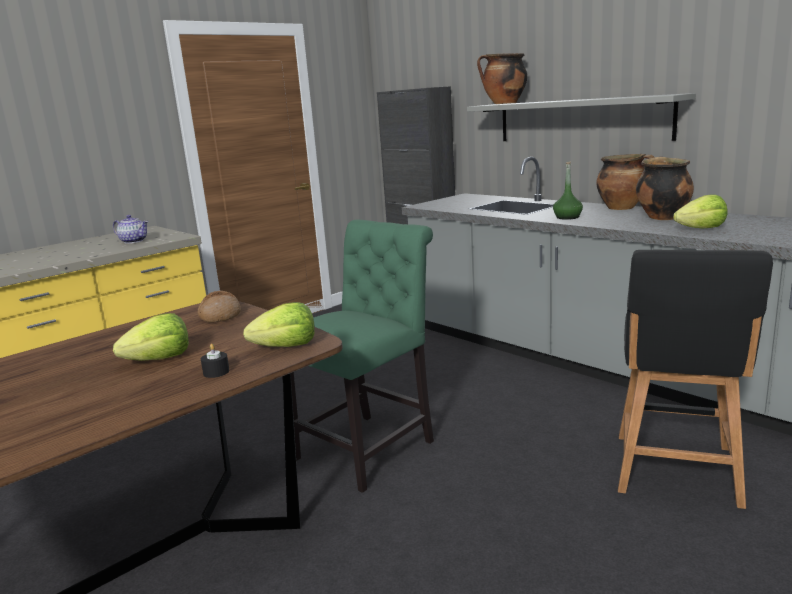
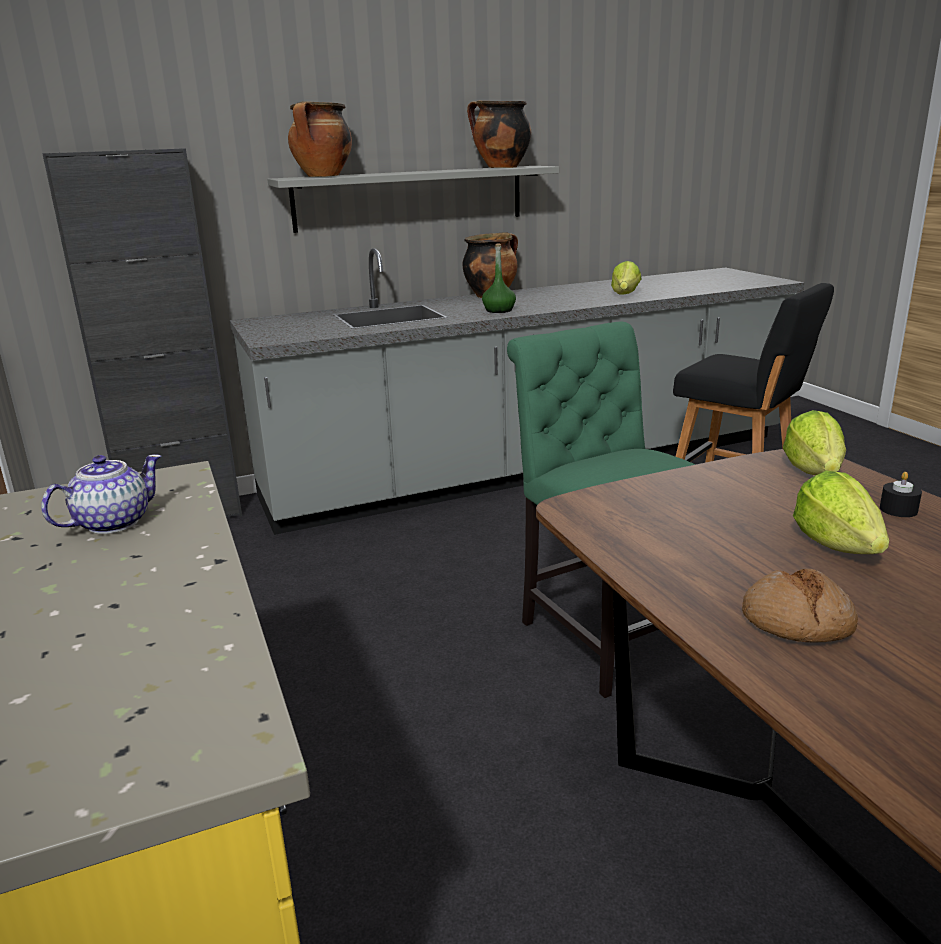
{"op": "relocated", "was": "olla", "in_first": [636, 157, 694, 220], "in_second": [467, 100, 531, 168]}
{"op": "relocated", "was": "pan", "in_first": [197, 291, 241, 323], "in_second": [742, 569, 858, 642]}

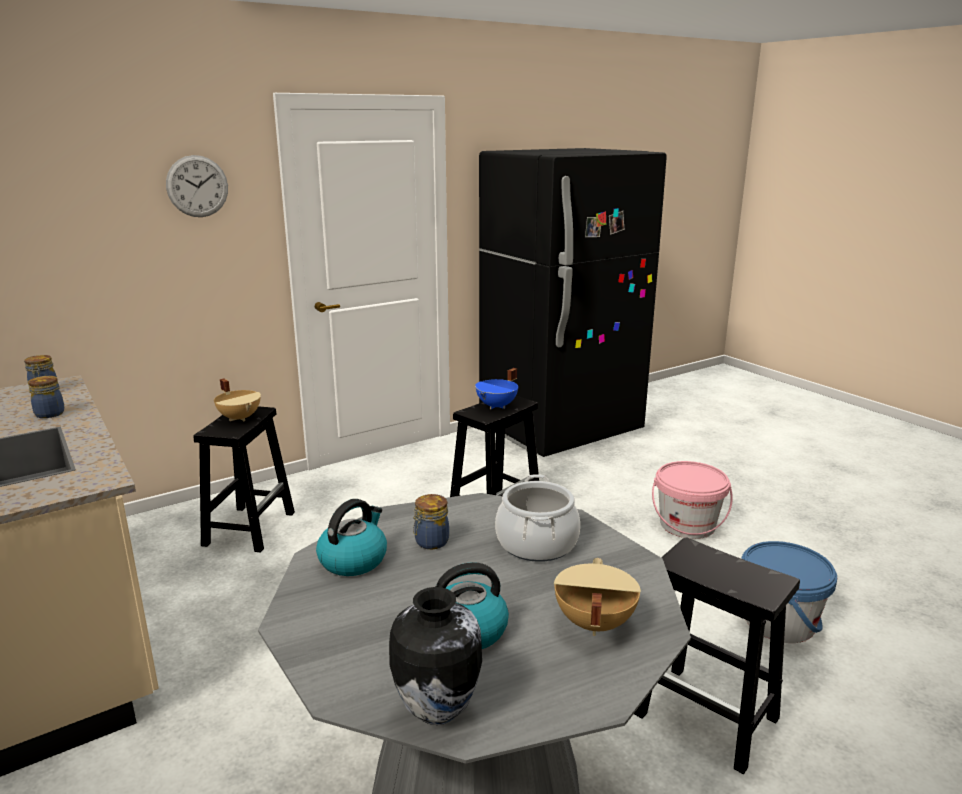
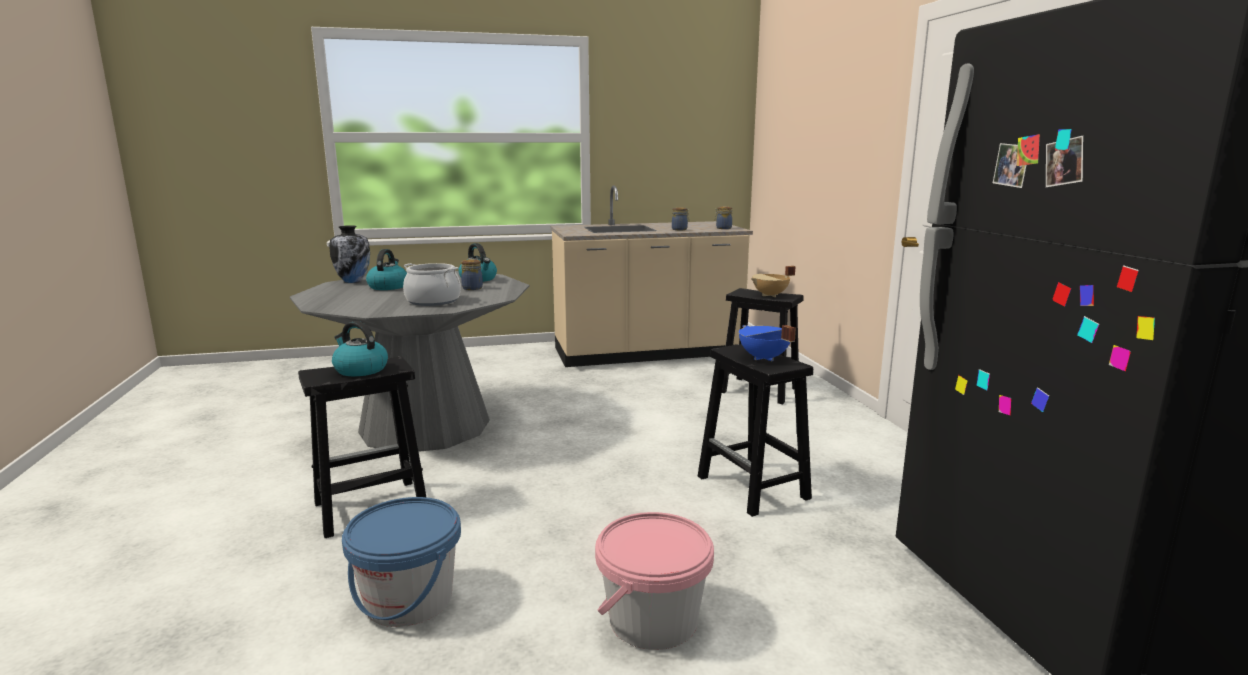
{"op": "appeared", "now": "hervidor", "in_second": [332, 321, 388, 376]}
{"op": "missing", "was": "reloj de pared", "in_first": [166, 155, 228, 217]}
{"op": "missing", "was": "olla/beis", "in_first": [554, 558, 641, 636]}

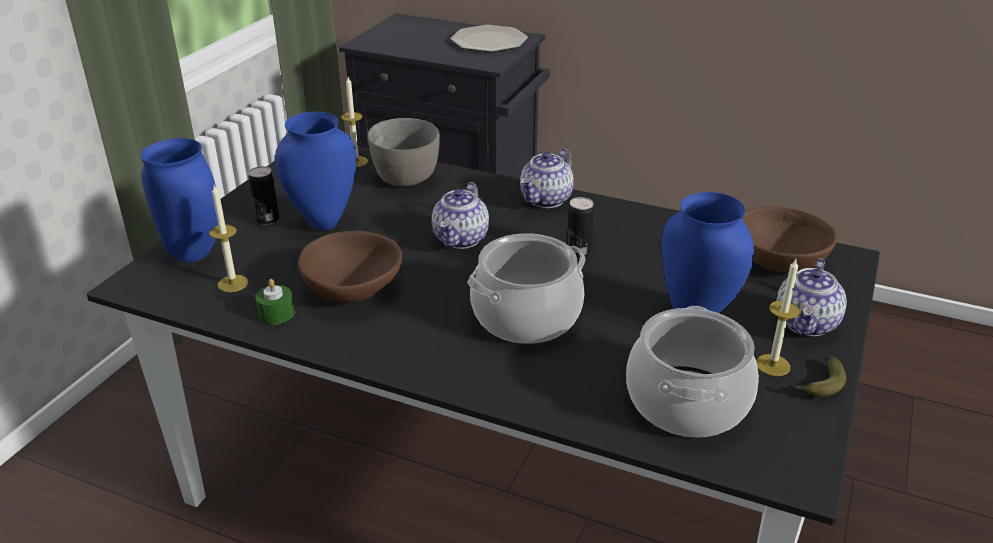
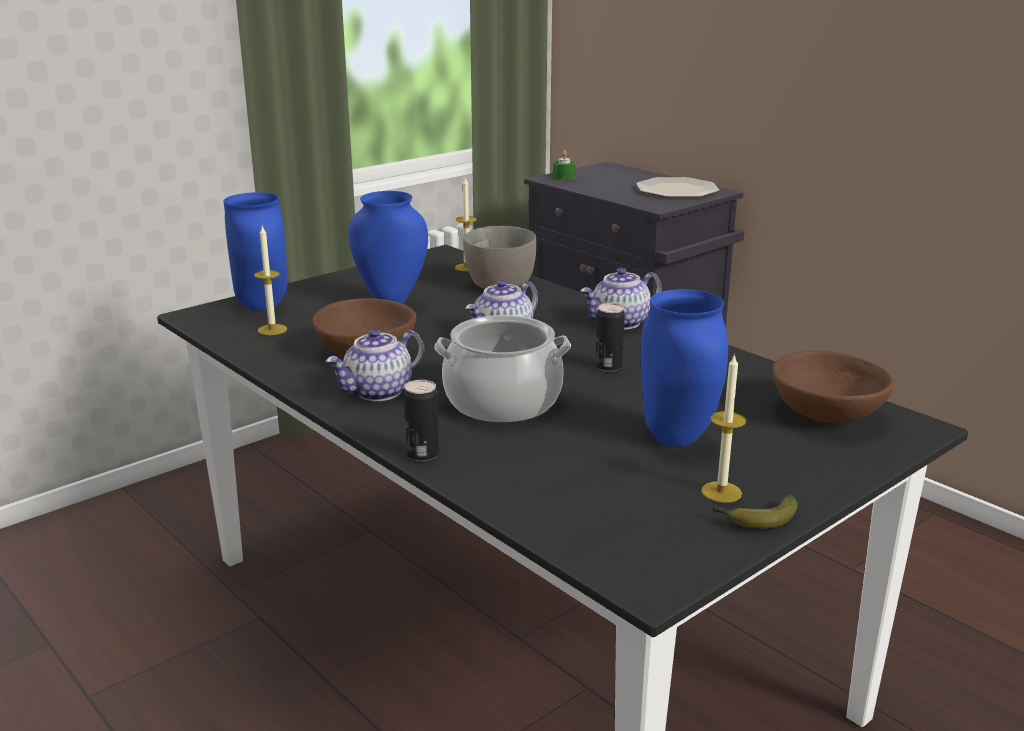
{"op": "relocated", "was": "tetera", "in_first": [776, 258, 847, 336], "in_second": [326, 329, 424, 401]}
{"op": "relocated", "was": "lata", "in_first": [248, 166, 279, 225], "in_second": [404, 380, 439, 461]}
{"op": "relocated", "was": "vela/verde", "in_first": [255, 279, 294, 325], "in_second": [553, 150, 576, 180]}
{"op": "missing", "was": "olla", "in_first": [626, 306, 759, 437]}

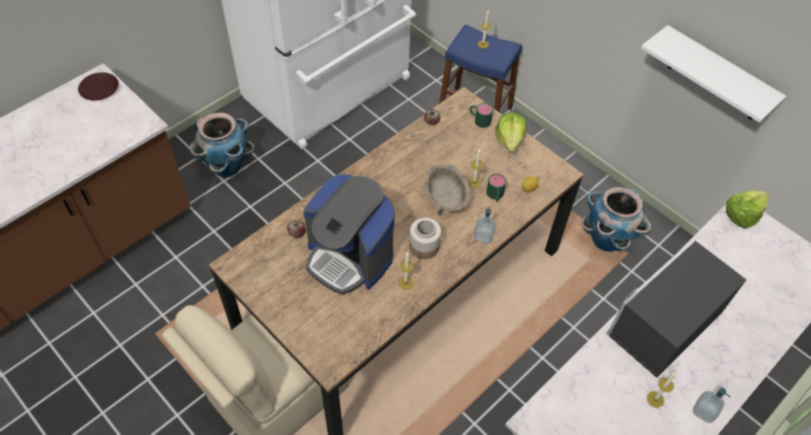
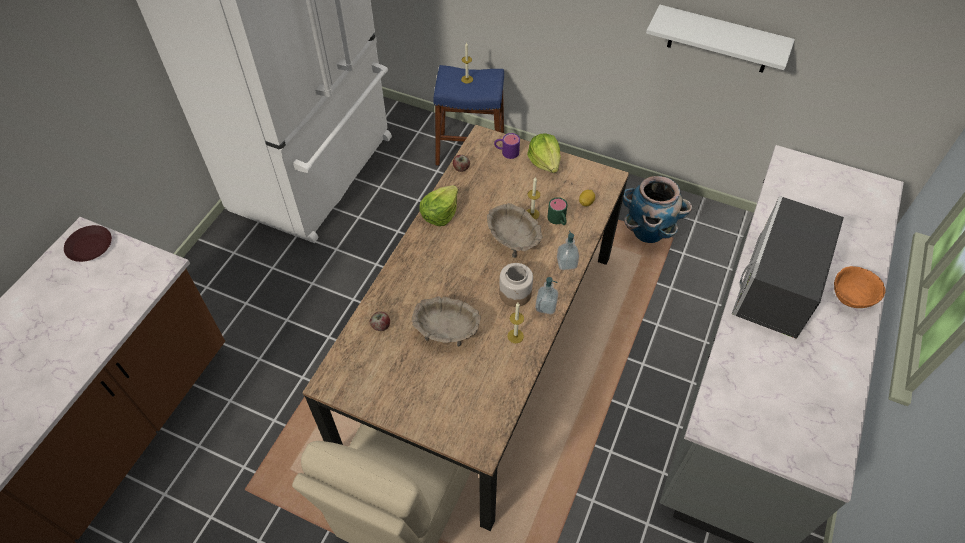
{"op": "exchanged", "was": "cafetera", "now": "cuenco/beis", "in_first": [303, 174, 395, 295], "in_second": [412, 296, 481, 347]}
{"op": "relocated", "was": "lechuga", "in_first": [726, 190, 769, 228], "in_second": [420, 185, 458, 226]}
{"op": "colour", "was": "taza grande/verde", "now": "taza grande/morado", "in_first": [470, 103, 493, 128], "in_second": [494, 133, 520, 159]}
{"op": "relocated", "was": "dispensador de jabón", "in_first": [693, 388, 730, 423], "in_second": [535, 277, 558, 314]}
{"op": "appeared", "now": "cuenco/naranja", "in_second": [834, 266, 886, 308]}
{"op": "missing", "was": "maceta", "in_first": [190, 112, 254, 177]}
{"op": "missing", "was": "vela", "in_first": [647, 372, 676, 408]}

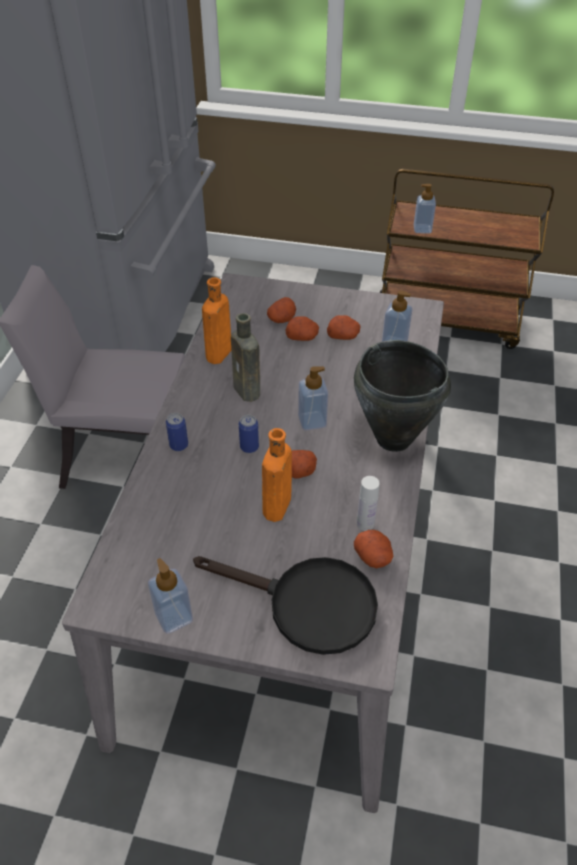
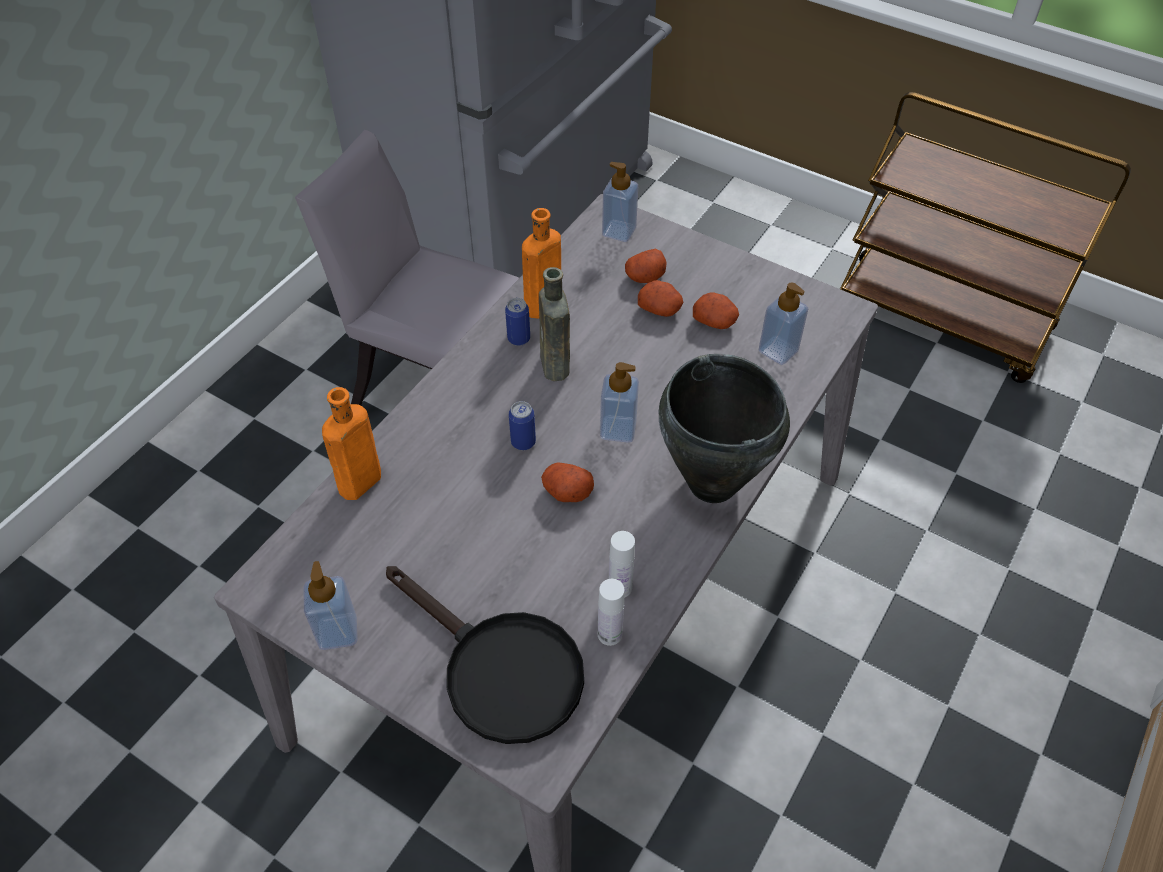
{"op": "relocated", "was": "botella/naranja", "in_first": [262, 428, 292, 522], "in_second": [322, 387, 381, 500]}
{"op": "relocated", "was": "lata", "in_first": [166, 413, 188, 451], "in_second": [505, 298, 530, 346]}
{"op": "exchanged", "was": "patata", "now": "botella/blanco", "in_first": [354, 530, 393, 568], "in_second": [598, 579, 624, 646]}
{"op": "relocated", "was": "dispensador de jabón", "in_first": [414, 184, 436, 234], "in_second": [602, 162, 638, 242]}

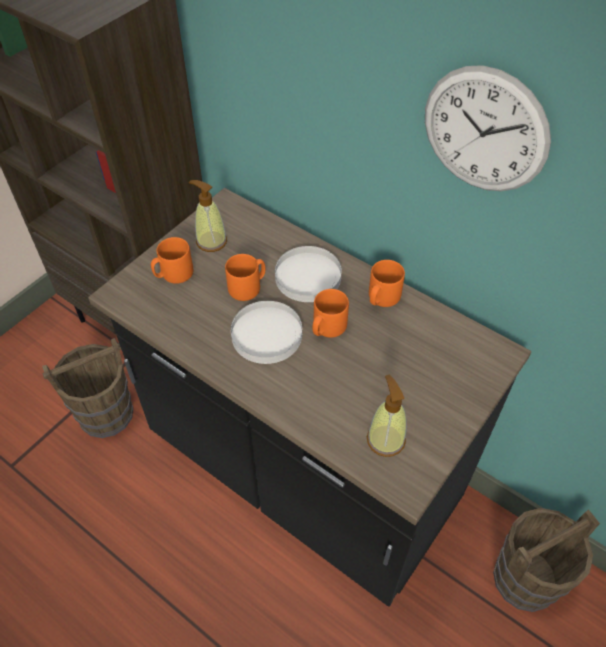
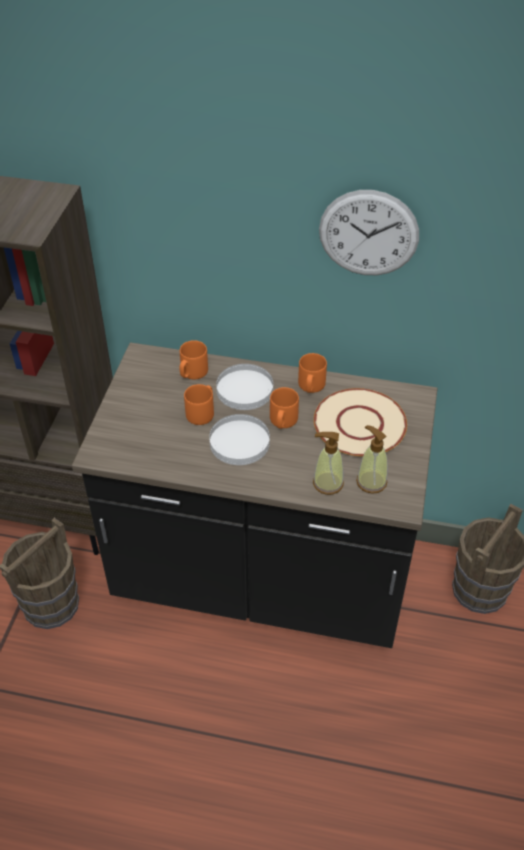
{"op": "relocated", "was": "taza grande/naranja", "in_first": [151, 237, 193, 284], "in_second": [180, 340, 208, 380]}
{"op": "relocated", "was": "dispensador de jabón", "in_first": [189, 180, 227, 252], "in_second": [313, 432, 344, 495]}
{"op": "appeared", "now": "plato/beis", "in_second": [314, 388, 407, 456]}

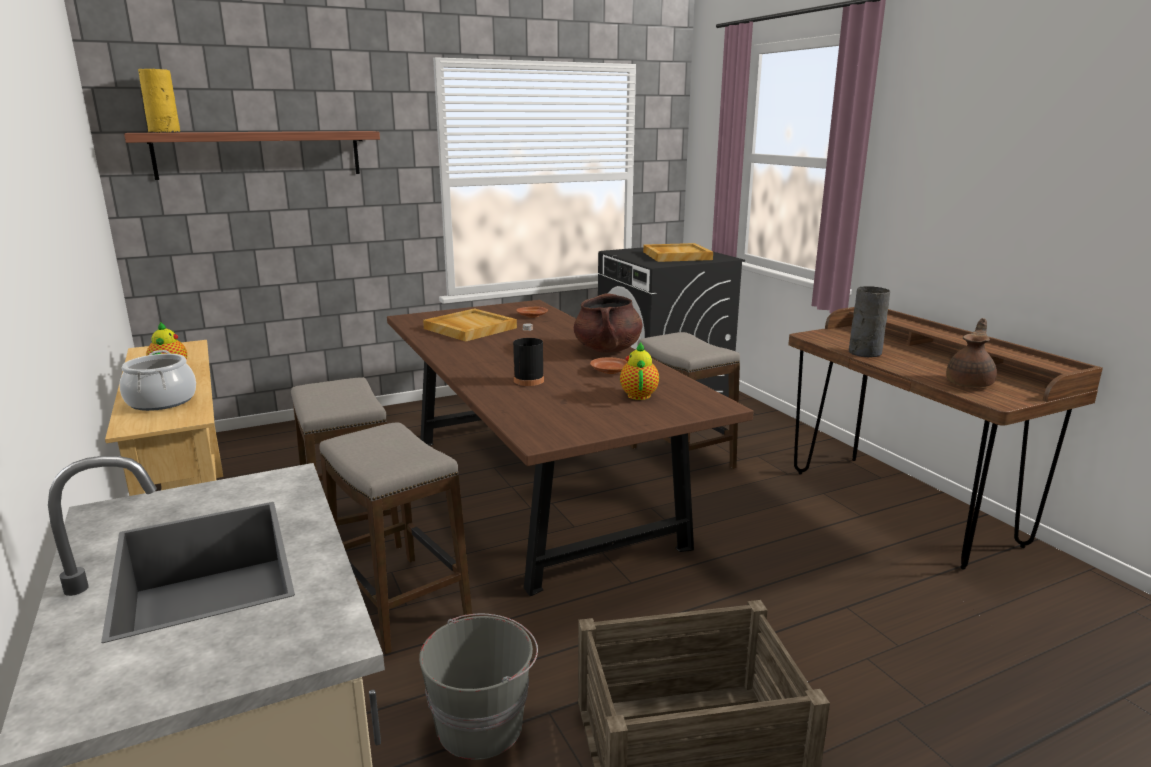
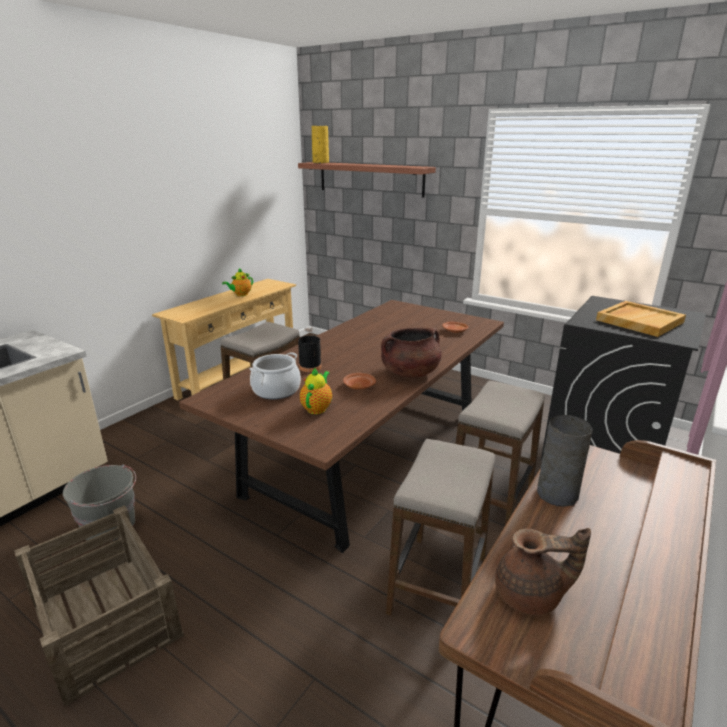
{"op": "relocated", "was": "olla", "in_first": [119, 350, 196, 411], "in_second": [250, 352, 301, 399]}
{"op": "spun", "was": "tetera", "in_first": [620, 342, 659, 400], "in_second": [300, 367, 332, 414], "clockwise": -45}
{"op": "relocated", "was": "taburete", "in_first": [319, 422, 472, 654], "in_second": [386, 439, 495, 616]}
{"op": "missing", "was": "bandeja/beis", "in_first": [423, 308, 517, 342]}

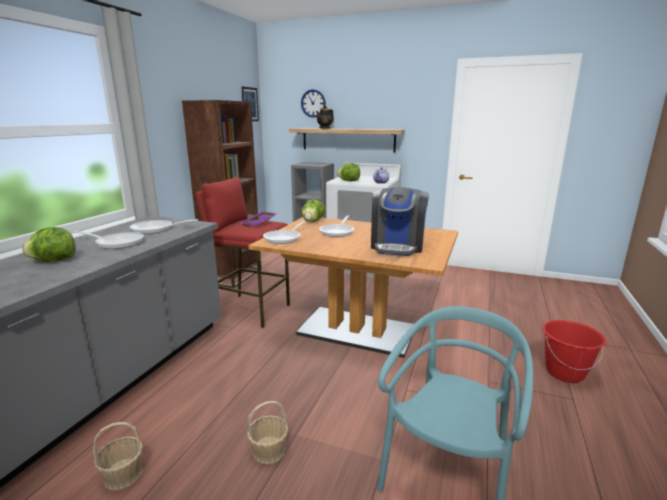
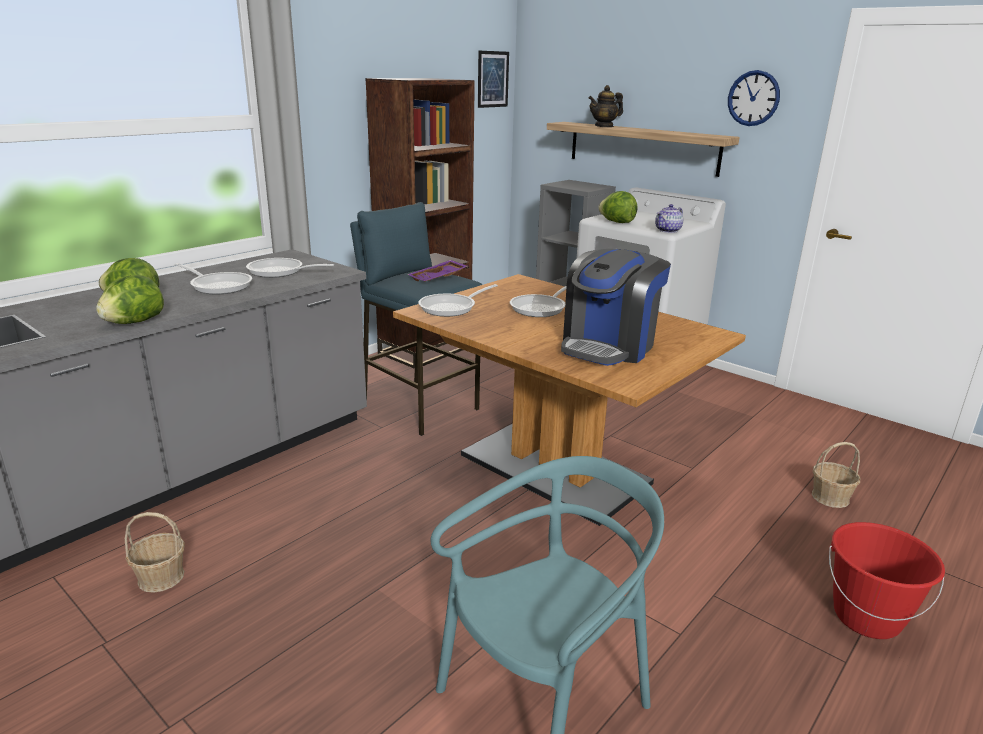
{"op": "relocated", "was": "lechuga", "in_first": [301, 199, 325, 223], "in_second": [96, 275, 164, 324]}
{"op": "colour", "was": "taburete/rojo", "now": "taburete/azul", "in_first": [195, 177, 290, 328], "in_second": [350, 202, 483, 436]}
{"op": "relocated", "was": "reloj de pared", "in_first": [301, 89, 326, 118], "in_second": [728, 70, 780, 126]}
{"op": "relocated", "was": "cesta", "in_first": [247, 401, 288, 464], "in_second": [812, 442, 860, 508]}

